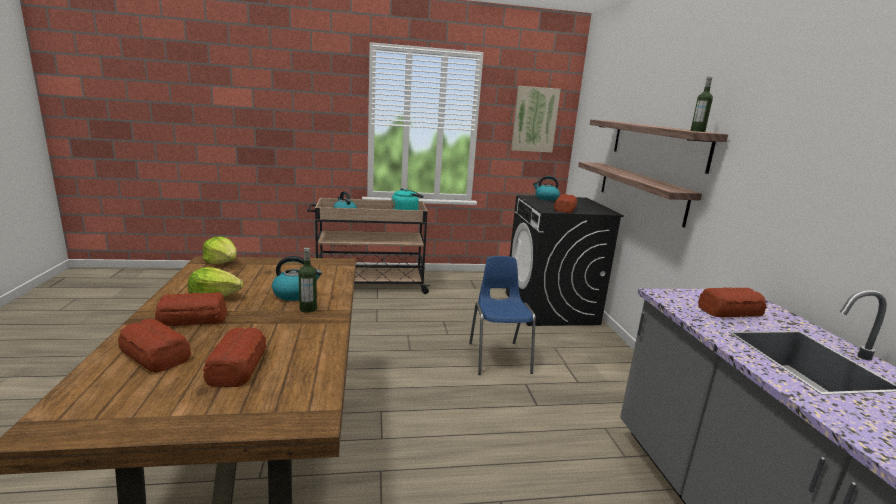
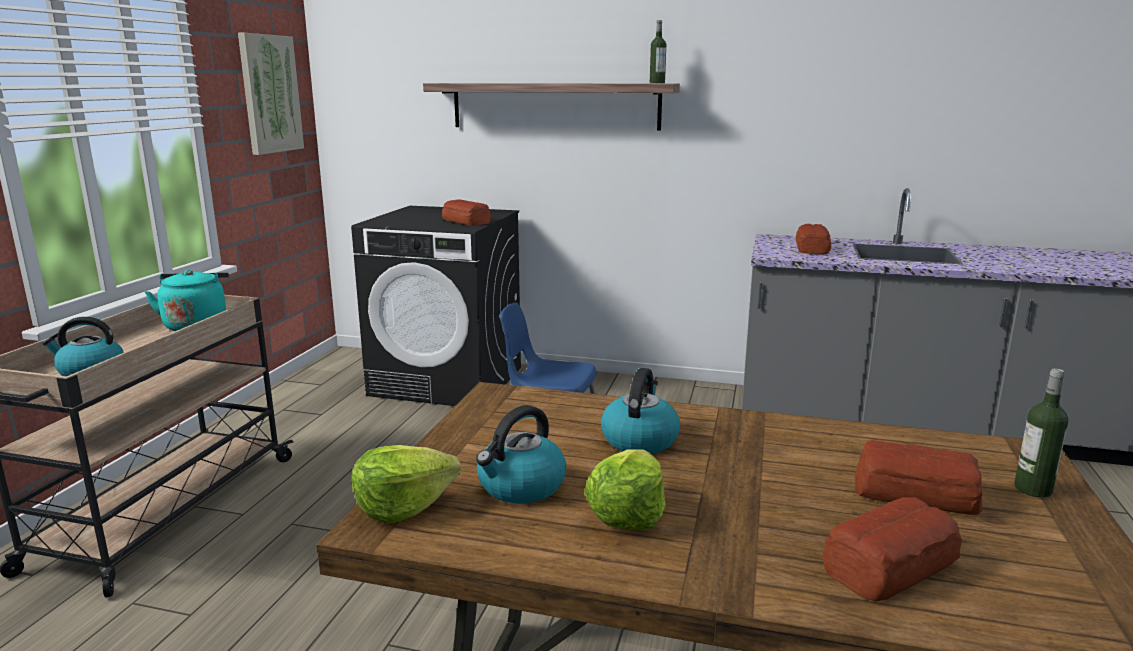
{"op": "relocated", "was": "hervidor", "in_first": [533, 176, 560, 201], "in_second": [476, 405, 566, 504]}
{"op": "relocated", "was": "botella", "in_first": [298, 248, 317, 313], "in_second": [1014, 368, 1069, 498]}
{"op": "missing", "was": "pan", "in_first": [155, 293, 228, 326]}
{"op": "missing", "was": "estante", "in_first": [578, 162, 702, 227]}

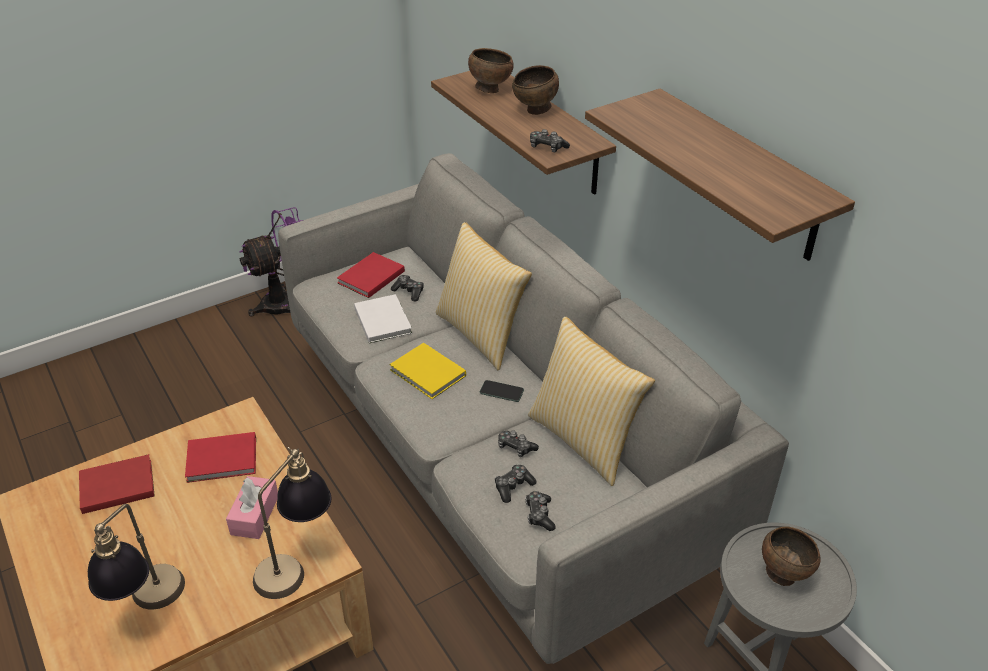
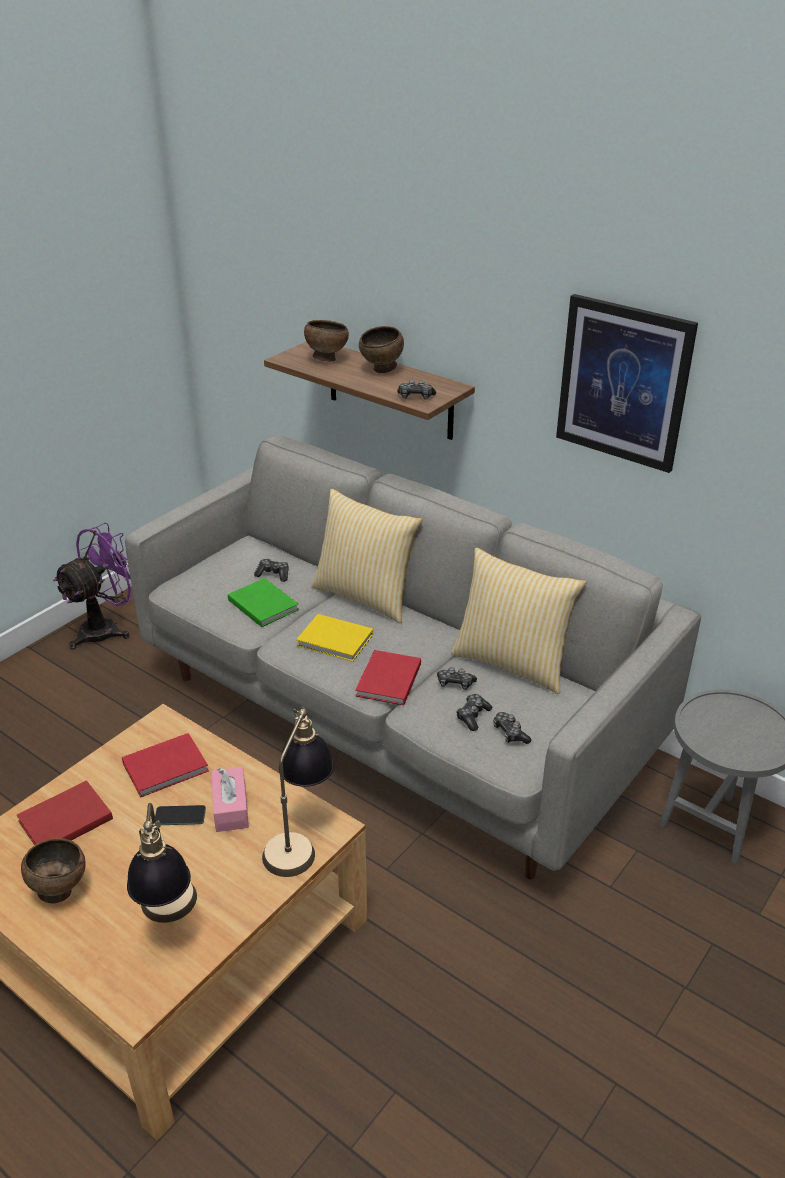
{"op": "relocated", "was": "cuenco/marrón", "in_first": [762, 526, 821, 586], "in_second": [21, 838, 86, 903]}
{"op": "relocated", "was": "móvil", "in_first": [480, 380, 524, 402], "in_second": [155, 805, 206, 825]}
{"op": "colour", "was": "libro/blanco", "now": "libro/verde", "in_first": [354, 294, 412, 343], "in_second": [228, 578, 299, 627]}
{"op": "relocated", "was": "libro/rojo", "in_first": [337, 252, 405, 298], "in_second": [355, 650, 421, 705]}
{"op": "exchanged", "was": "estante", "now": "cuadro", "in_first": [585, 89, 855, 261], "in_second": [556, 294, 698, 473]}

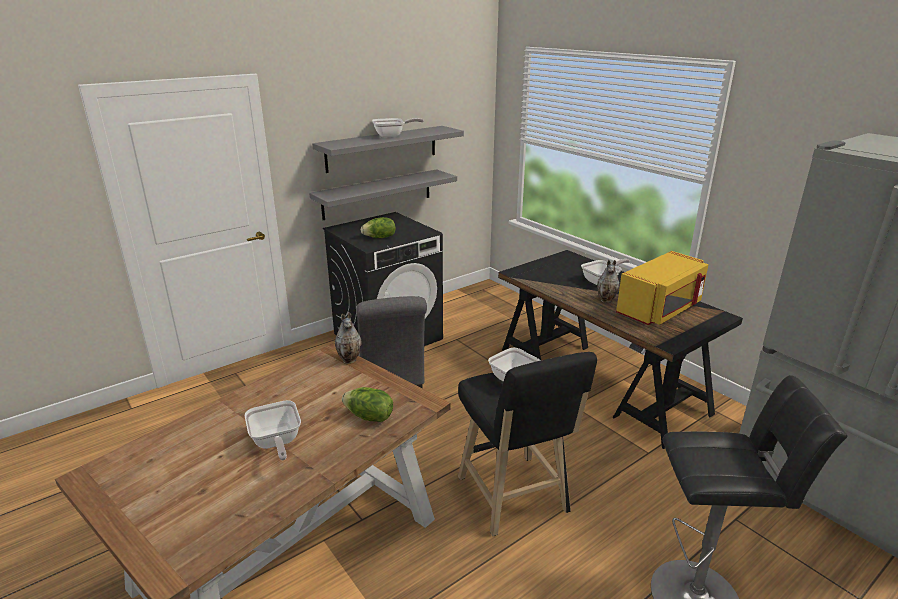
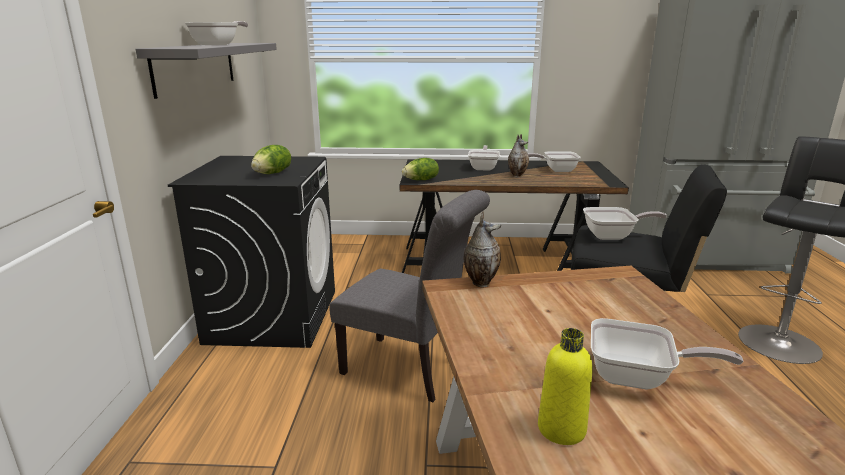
{"op": "relocated", "was": "lechuga", "in_first": [342, 387, 393, 422], "in_second": [402, 158, 439, 180]}
{"op": "exchanged", "was": "microondas/amarillo", "now": "sartén", "in_first": [616, 251, 708, 325], "in_second": [528, 151, 581, 172]}
{"op": "appeared", "now": "botella/amarillo", "in_second": [538, 328, 593, 445]}
{"op": "missing", "was": "estante/gris", "in_first": [309, 169, 457, 220]}

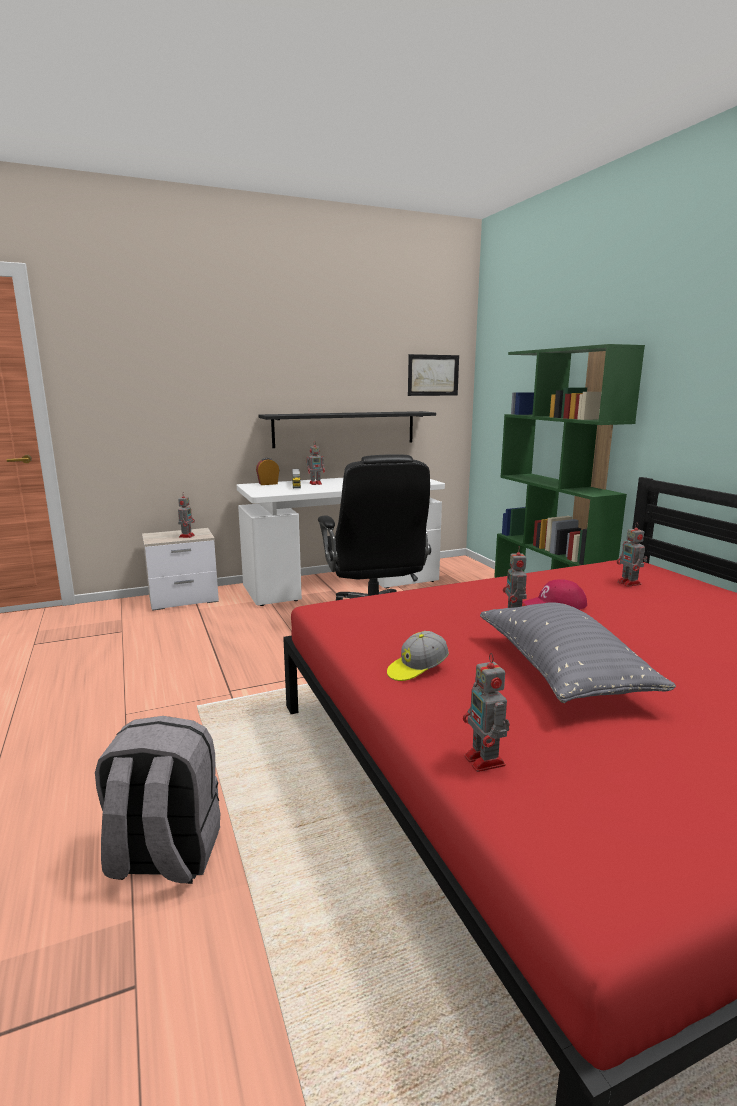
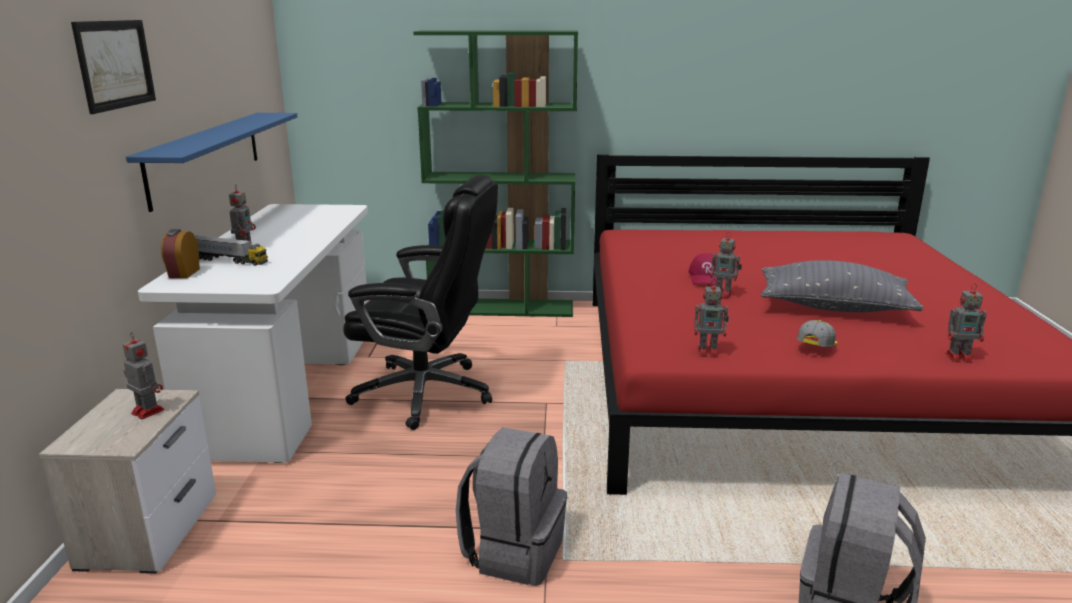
{"op": "relocated", "was": "cuadro", "in_first": [408, 354, 459, 396], "in_second": [71, 20, 156, 114]}
{"op": "colour", "was": "estante/negro", "now": "estante/azul", "in_first": [258, 411, 436, 448], "in_second": [126, 113, 298, 212]}
{"op": "appeared", "now": "mochila/gris", "in_second": [456, 427, 567, 586]}
{"op": "relocated", "was": "robot de juguete", "in_first": [617, 522, 647, 587], "in_second": [694, 279, 729, 358]}
{"op": "spun", "was": "gorra", "in_first": [387, 631, 449, 681], "in_second": [797, 320, 838, 347], "clockwise": -135}

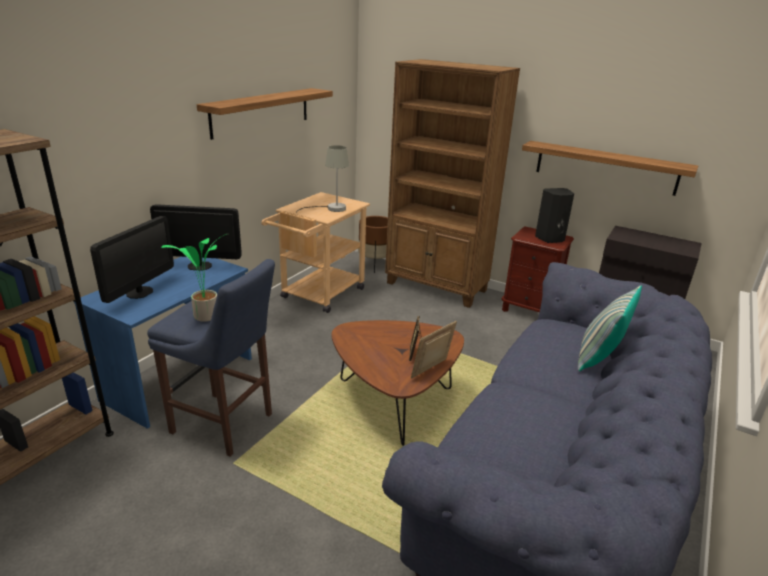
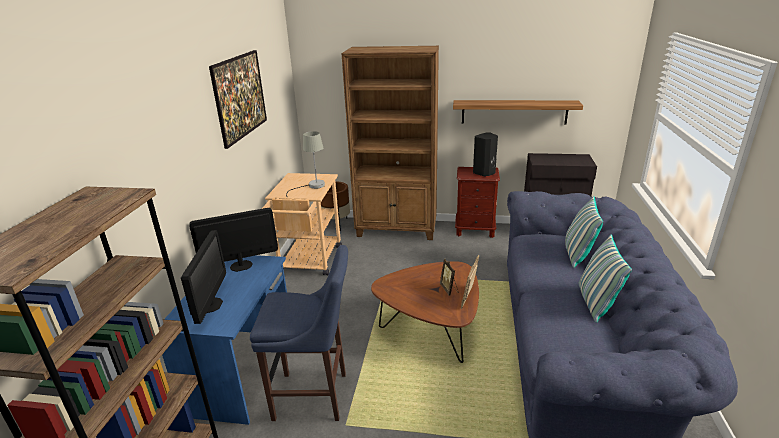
{"op": "exchanged", "was": "estante", "now": "cuadro", "in_first": [197, 88, 333, 140], "in_second": [209, 50, 267, 149]}
{"op": "appeared", "now": "cojín", "in_second": [579, 234, 632, 323]}
{"op": "missing", "was": "planta en maceta", "in_first": [161, 234, 227, 322]}

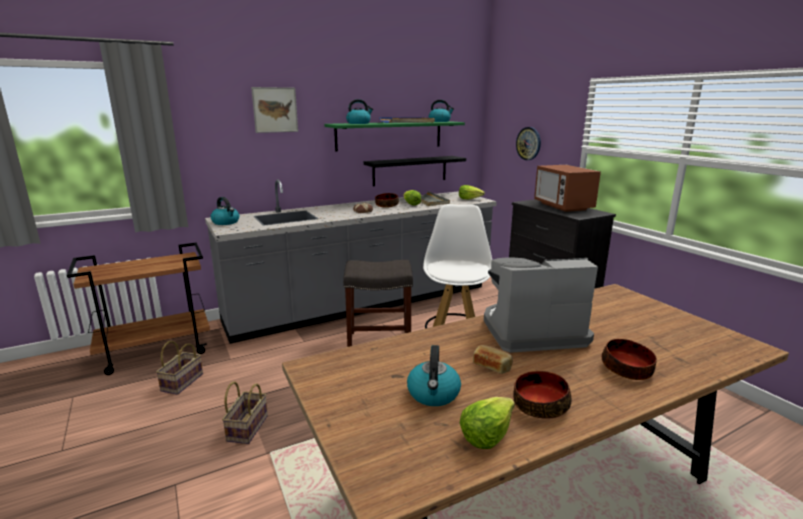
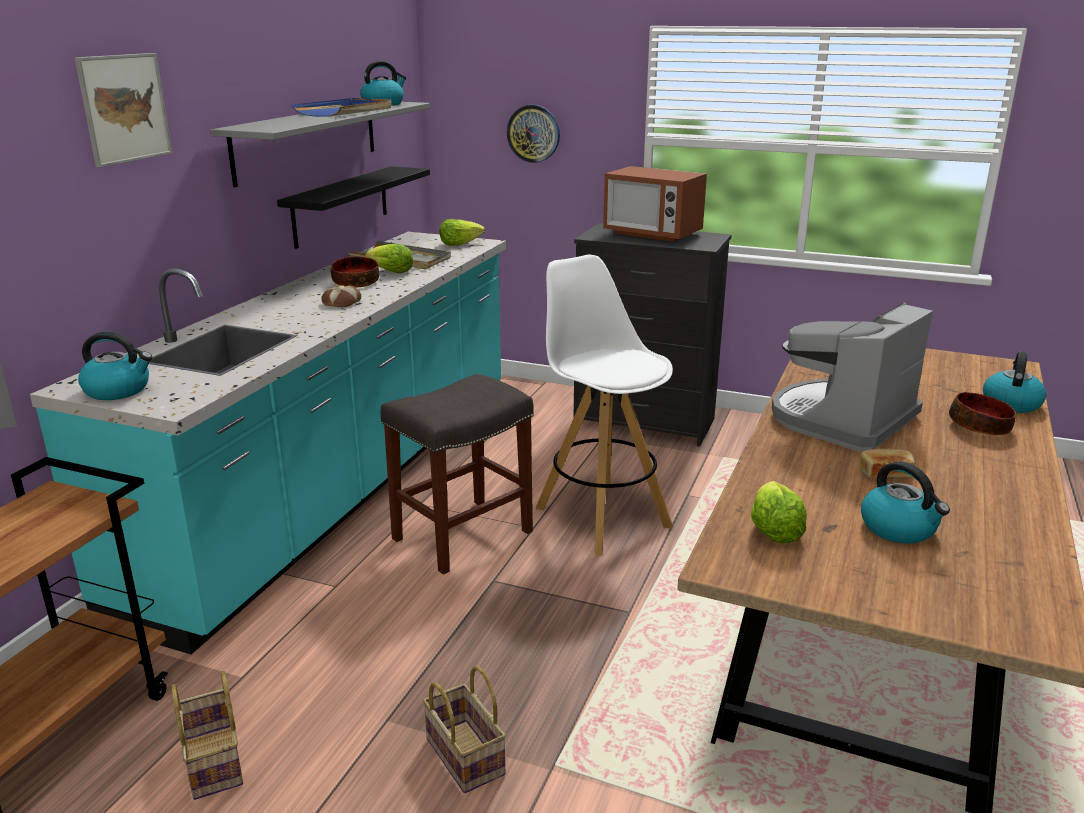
{"op": "colour", "was": "mueble bajo de cocina/gris", "now": "mueble bajo de cocina/turquesa", "in_first": [205, 180, 497, 344], "in_second": [30, 232, 506, 654]}
{"op": "colour", "was": "estante/verde", "now": "estante/gris", "in_first": [324, 121, 465, 152], "in_second": [210, 102, 430, 187]}
{"op": "relocated", "was": "lechuga", "in_first": [460, 397, 515, 449], "in_second": [751, 481, 807, 543]}
{"op": "relocated", "was": "hervidor", "in_first": [346, 99, 373, 124], "in_second": [983, 352, 1047, 413]}
{"op": "missing", "was": "cuenco", "in_first": [513, 371, 571, 419]}

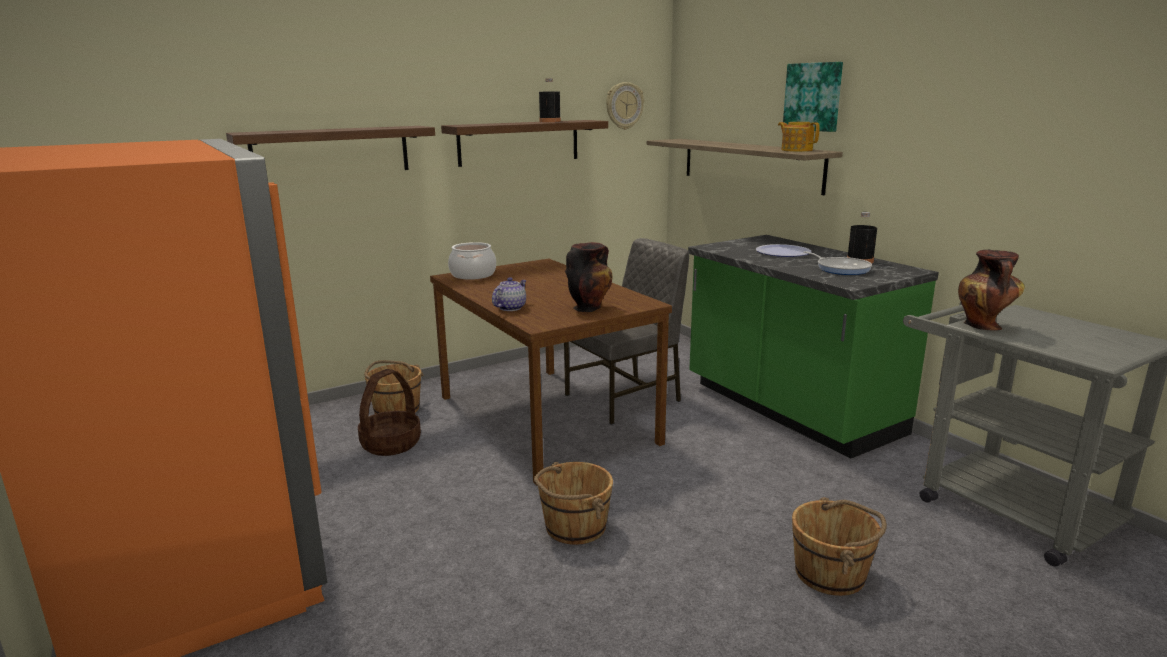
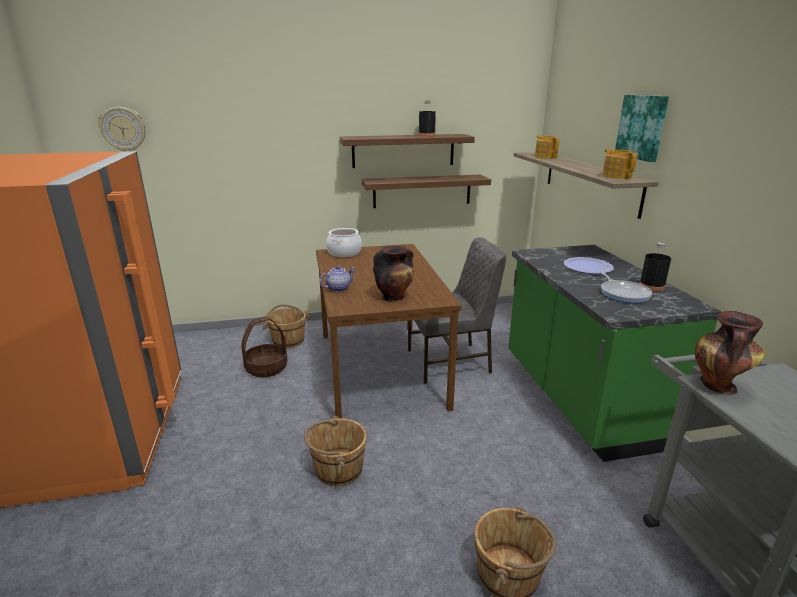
{"op": "relocated", "was": "reloj de pared", "in_first": [606, 82, 644, 130], "in_second": [98, 107, 146, 152]}
{"op": "relocated", "was": "estante", "in_first": [226, 126, 435, 170], "in_second": [362, 175, 491, 208]}
{"op": "appeared", "now": "tetera", "in_second": [535, 135, 559, 159]}

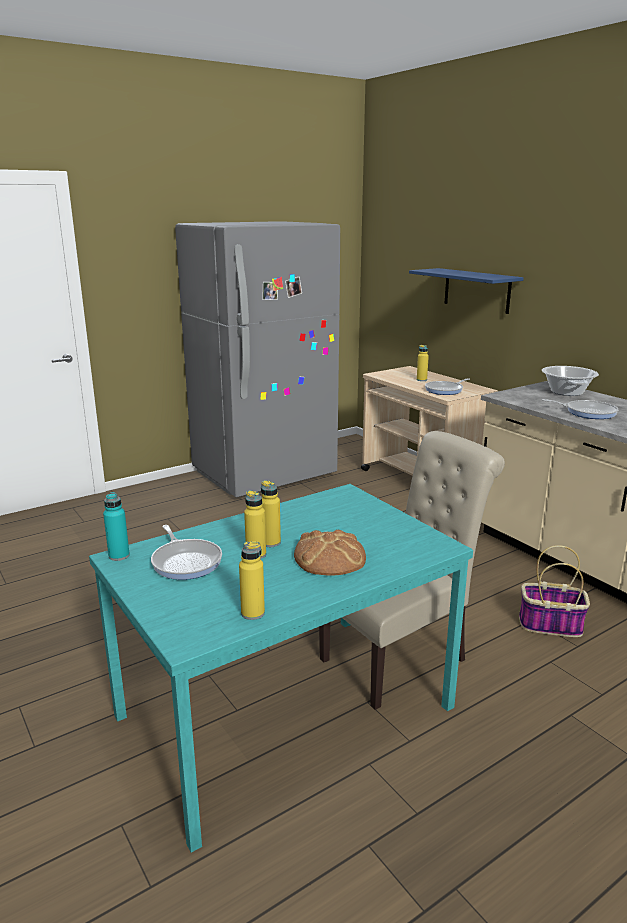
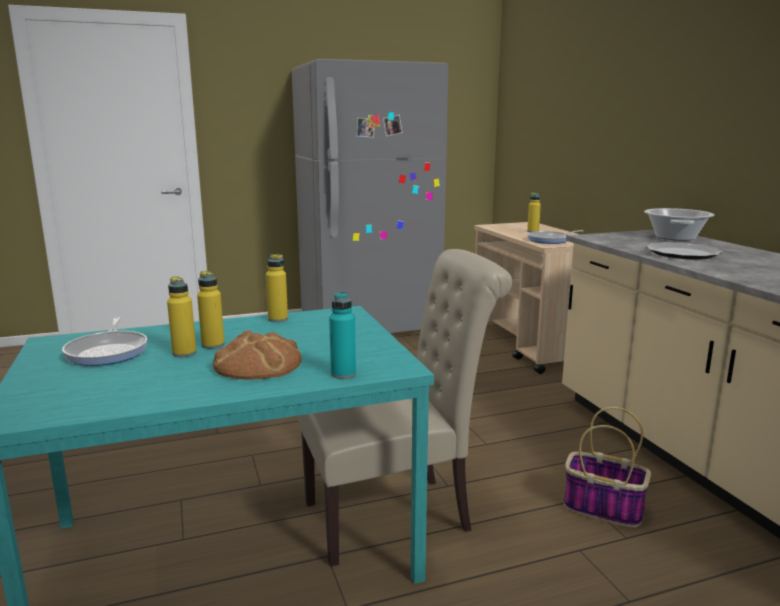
{"op": "relocated", "was": "botella/amarillo", "in_first": [239, 541, 265, 620], "in_second": [266, 254, 288, 322]}
{"op": "relocated", "was": "botella/turquesa", "in_first": [103, 492, 130, 561], "in_second": [329, 292, 356, 379]}
{"op": "exchanged", "was": "sartén", "now": "plato", "in_first": [542, 399, 618, 419], "in_second": [646, 242, 723, 259]}
{"op": "missing", "was": "estante/azul", "in_first": [409, 268, 524, 314]}

